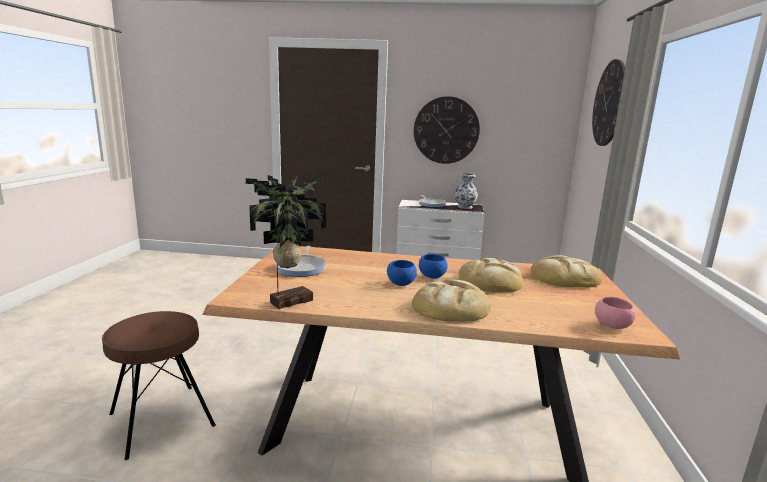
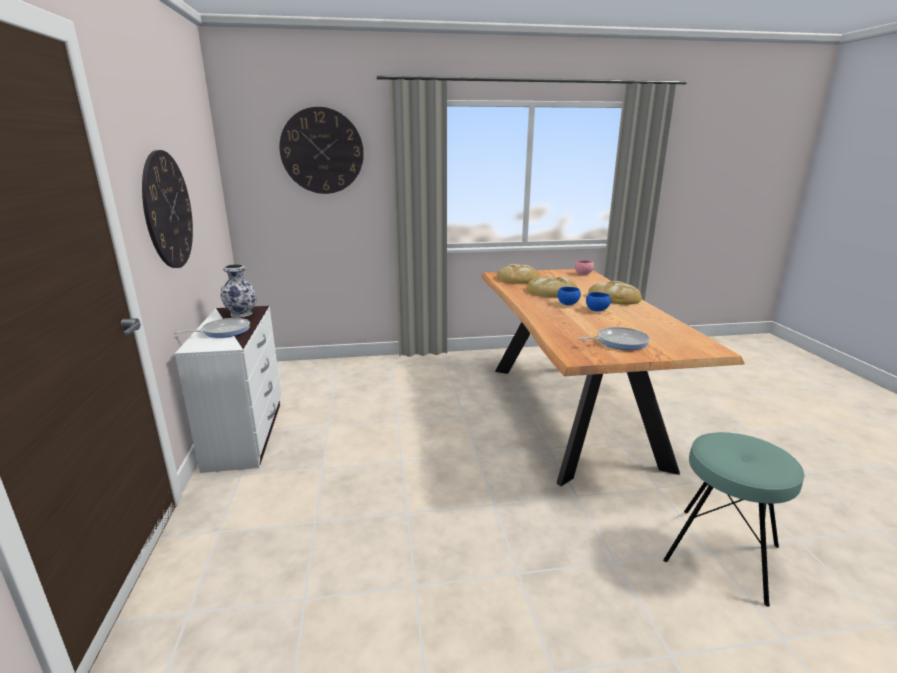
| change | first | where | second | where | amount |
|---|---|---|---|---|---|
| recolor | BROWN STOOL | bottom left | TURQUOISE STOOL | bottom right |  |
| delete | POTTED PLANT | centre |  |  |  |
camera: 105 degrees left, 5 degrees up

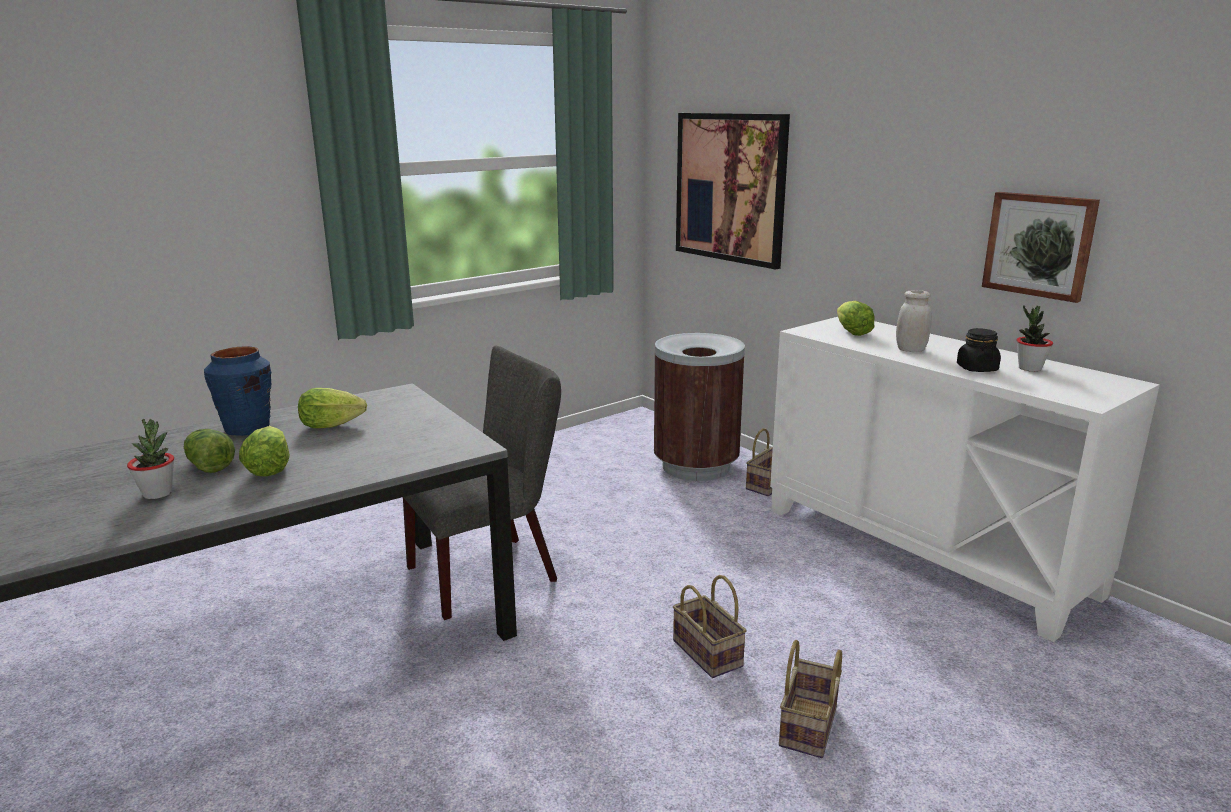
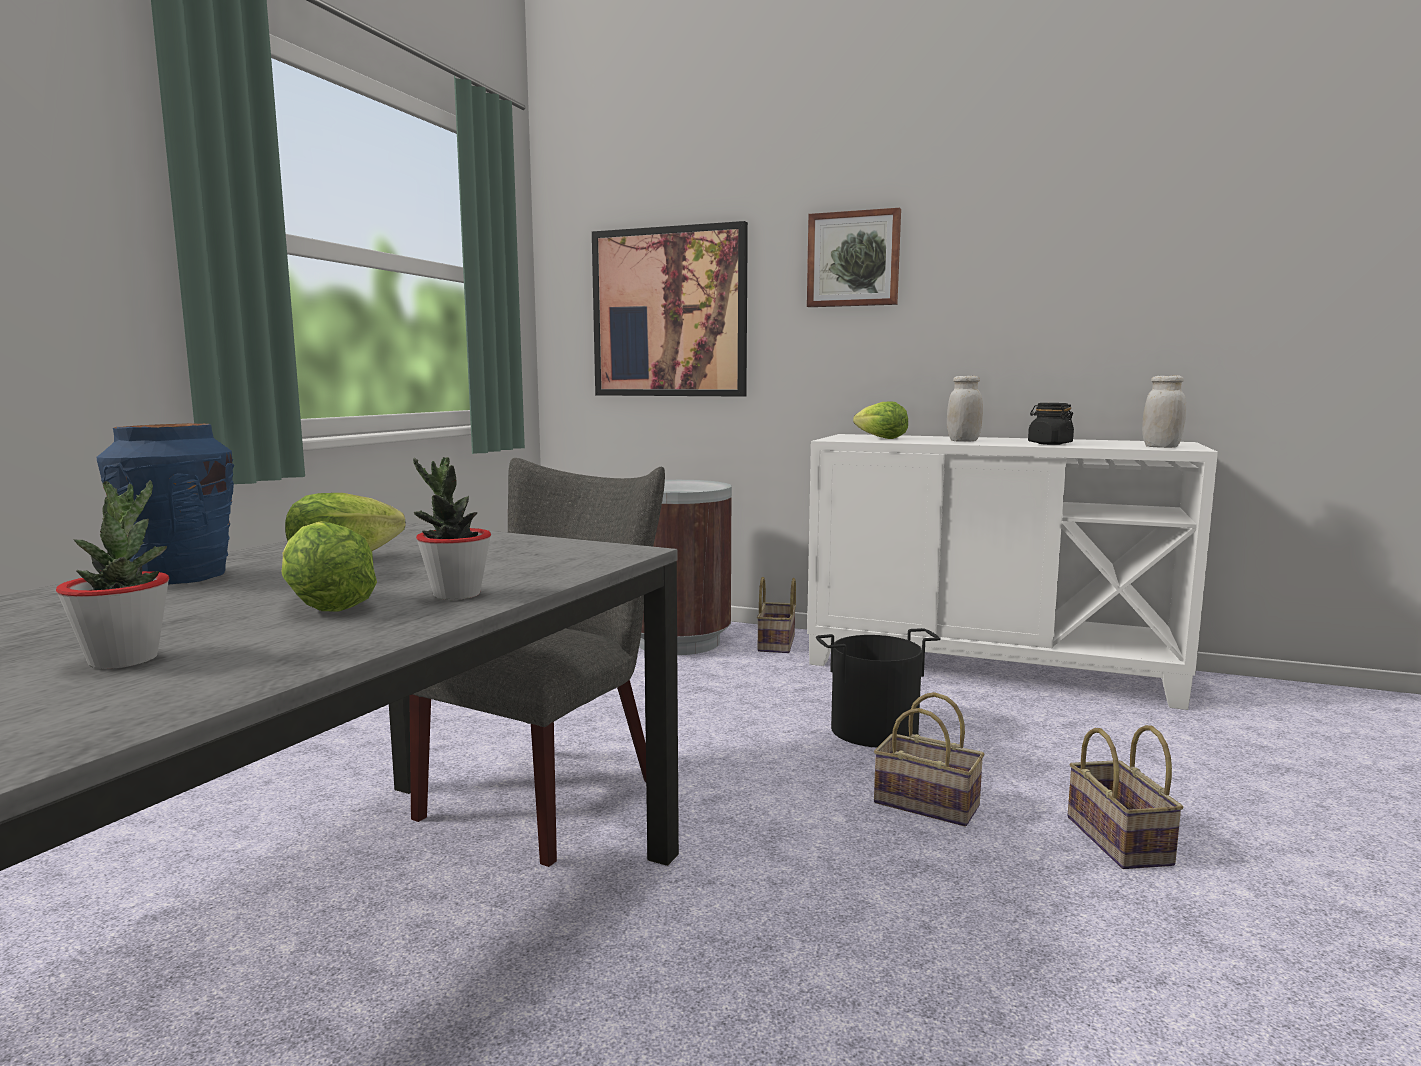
| change | first | where | second | where | amount |
|---|---|---|---|---|---|
| delete | LETTUCE (1st from left) | middle left |  |  |  |
| move | PICTURE (2nd from left) | top right |  | top centre |  |
| move | POTTED PLANT (2nd from left) | middle right |  | middle left |  |
| insert |  |  | BLACK BUCKET | centre |  |
| insert |  |  | WHITE JAR (2nd from left) | middle right |  |
camera: 30 degrees left, 10 degrees down

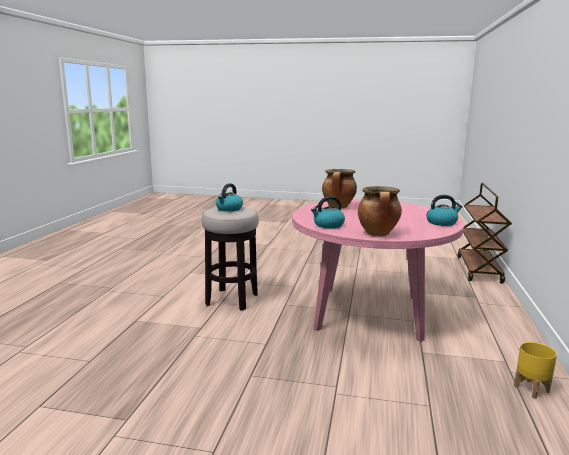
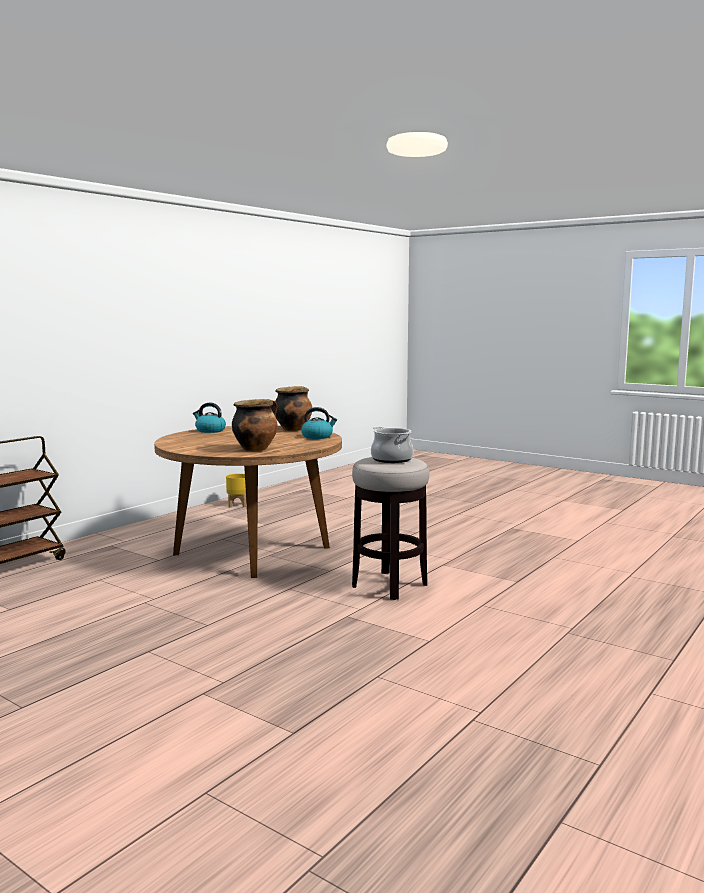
| change | first | where | second | where | amount |
|---|---|---|---|---|---|
| replace | KETTLE (1st from left) | centre | COOKING POT (3rd from left) | centre |  |
| recolor | PINK DINING TABLE | centre | BROWN DINING TABLE | centre |  |
camera: 155 degrees left, 5 degrees down

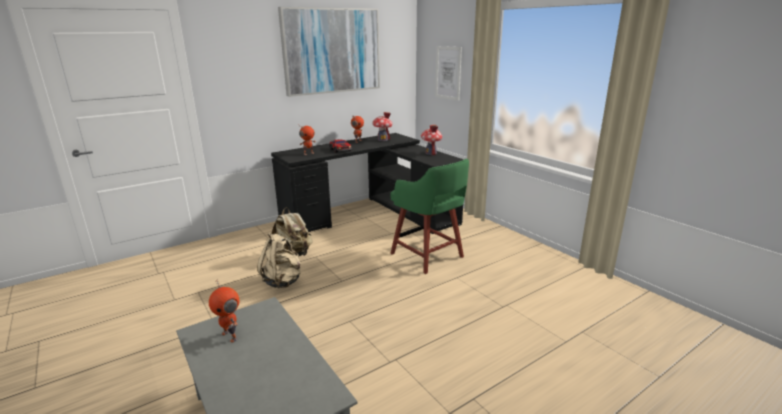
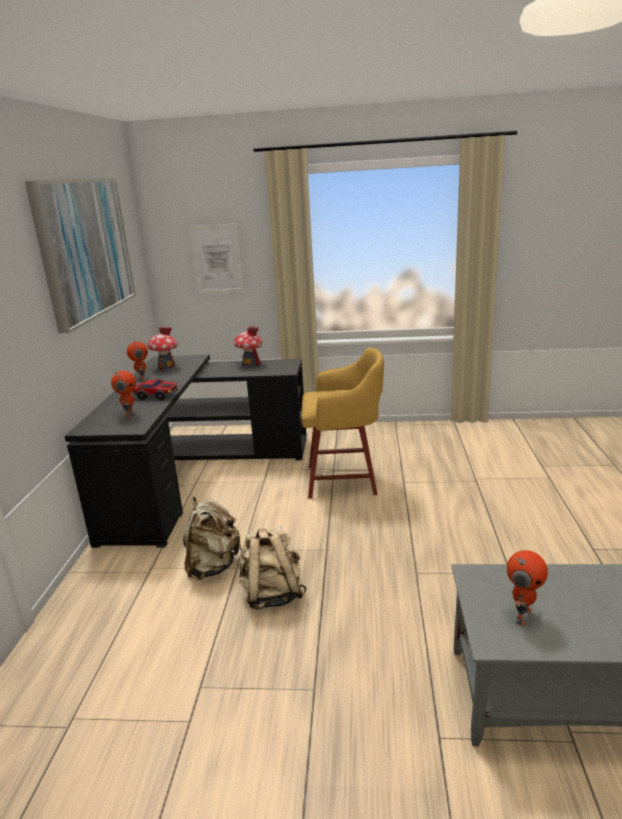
| change | first | where | second | where | amount |
|---|---|---|---|---|---|
| rotate | TOY ROBOT (1st from left in the first image) | bottom left | TOY ROBOT (3rd from left) | bottom right | 45 degrees counterclockwise |
| recolor | GREEN STOOL | centre | YELLOW STOOL | centre |  |
camera: 50 degrees left, 0 degrees up

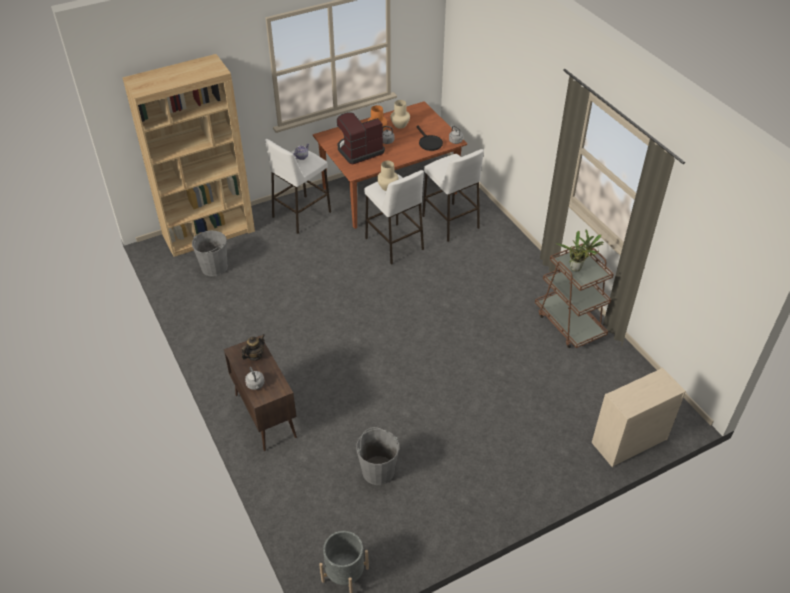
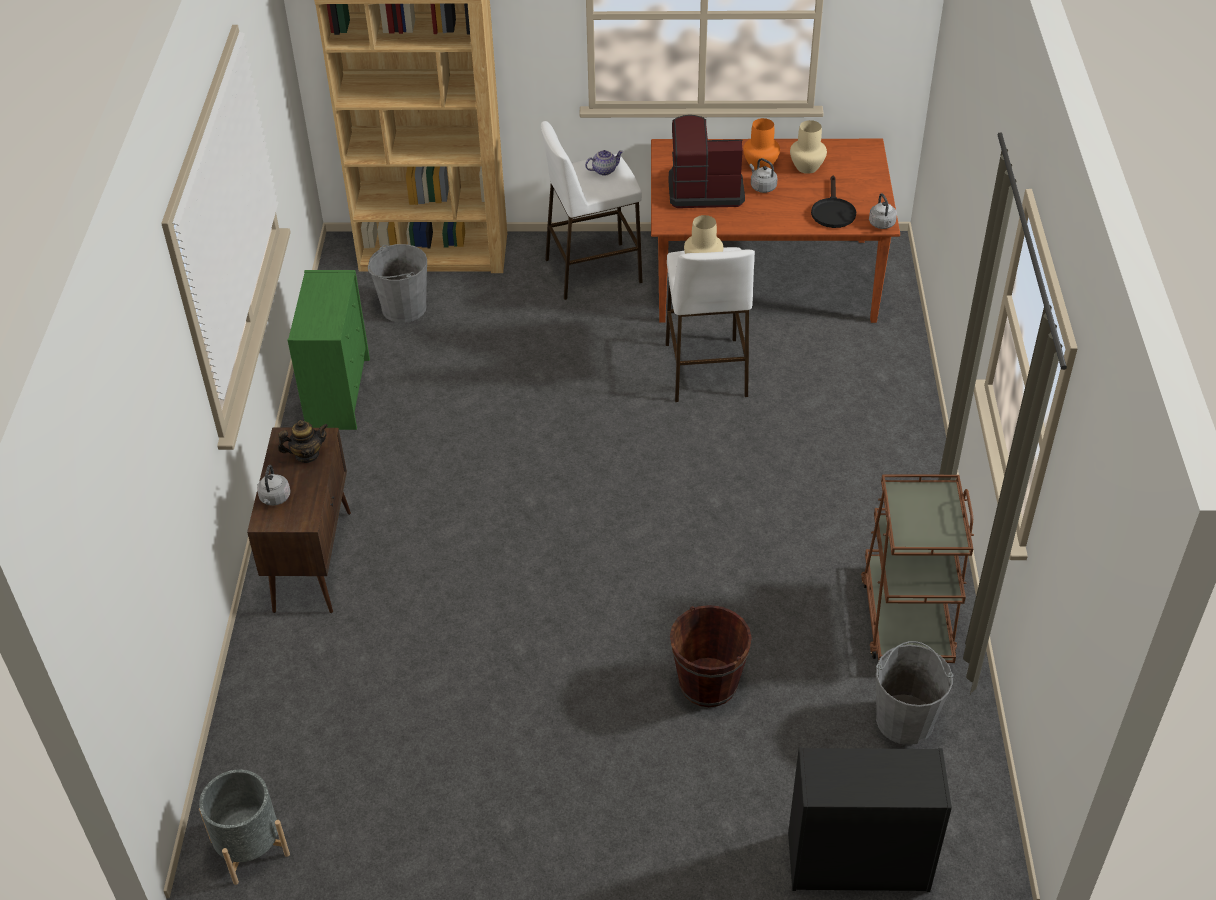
| change | first | where | second | where | amount |
|---|---|---|---|---|---|
| move | GREY BUCKET (2nd from left) | bottom centre |  | bottom right |  |
| delete | WHITE STOOL (3rd from left) | top centre |  |  |  |
| delete | POTTED PLANT | middle right |  |  |  |
| recolor | BEIGE DRESSER | bottom right | BLACK DRESSER | bottom right |  |
| insert |  |  | GREEN DRESSER | middle left |  |
| insert |  |  | BROWN BUCKET | bottom centre |  |
camera: 30 degrees right, 0 degrees up

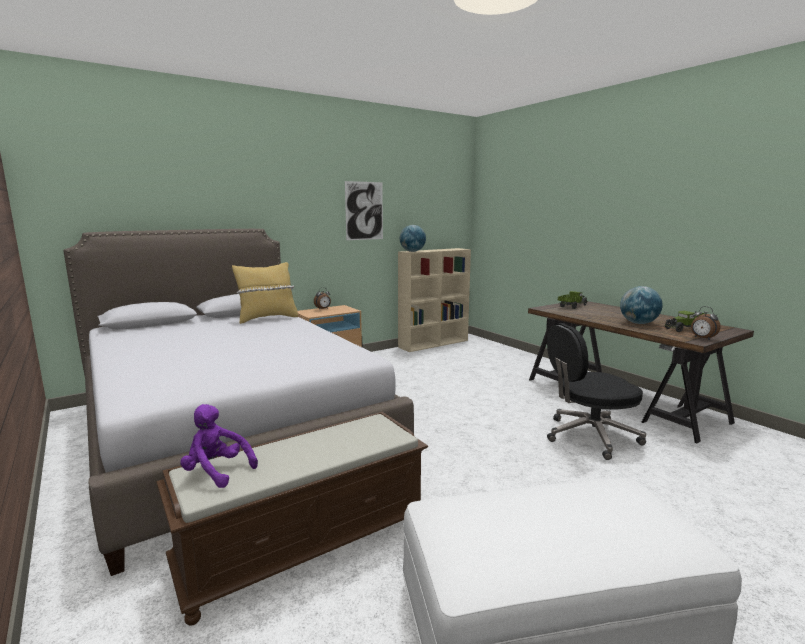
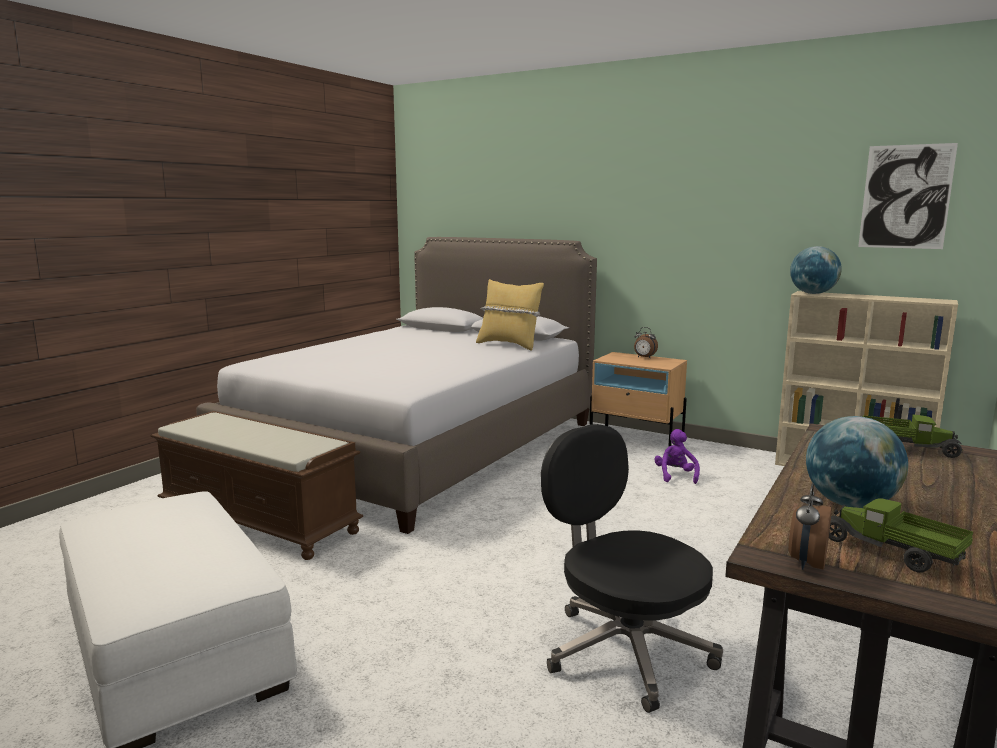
| change | first | where | second | where | amount |
|---|---|---|---|---|---|
| move | PURPLE PLUSH TOY | bottom left |  | middle right |  |
| move | PICTURE | top centre |  | top right |  |
camera: 65 degrees right, 0 degrees up

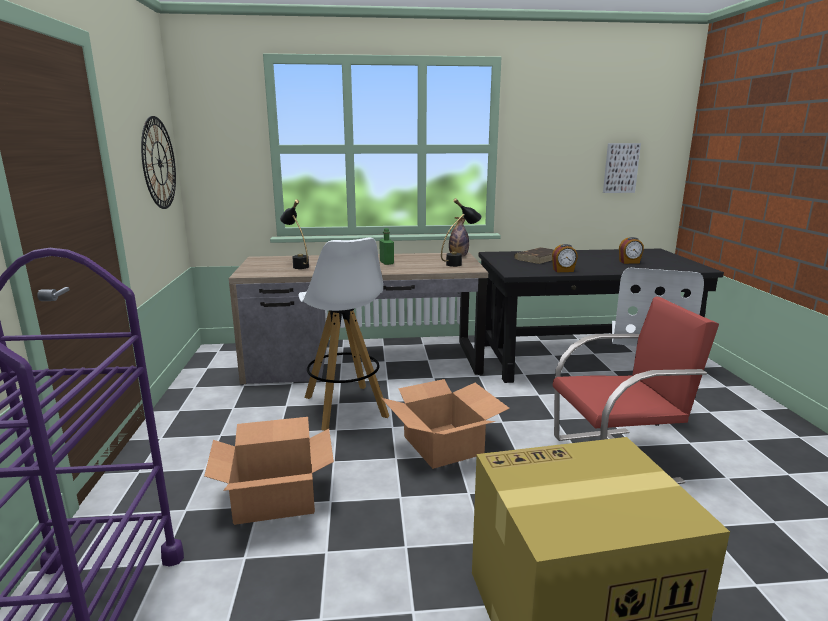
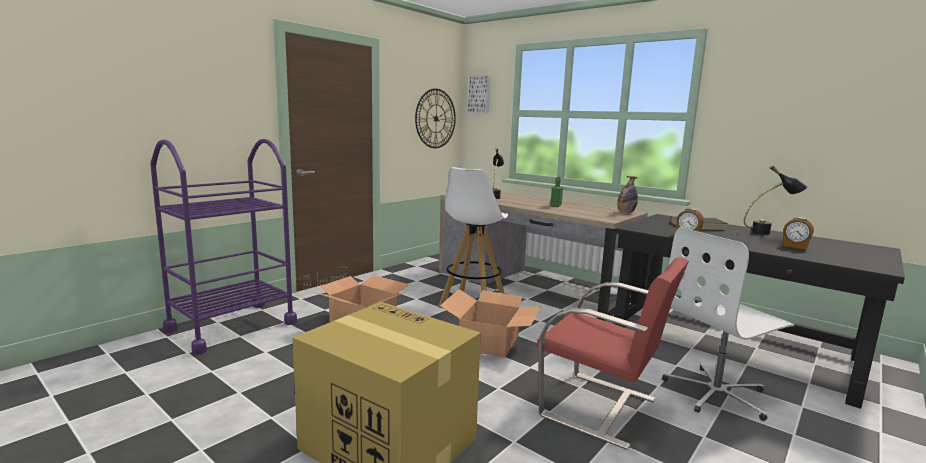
| change | first | where | second | where | amount |
|---|---|---|---|---|---|
| move | BLACK TABLE LAMP (2nd from left) | centre |  | middle right |  |
| move | PICTURE | top right |  | top centre |  |
camera: 45 degrees right, 5 degrees down

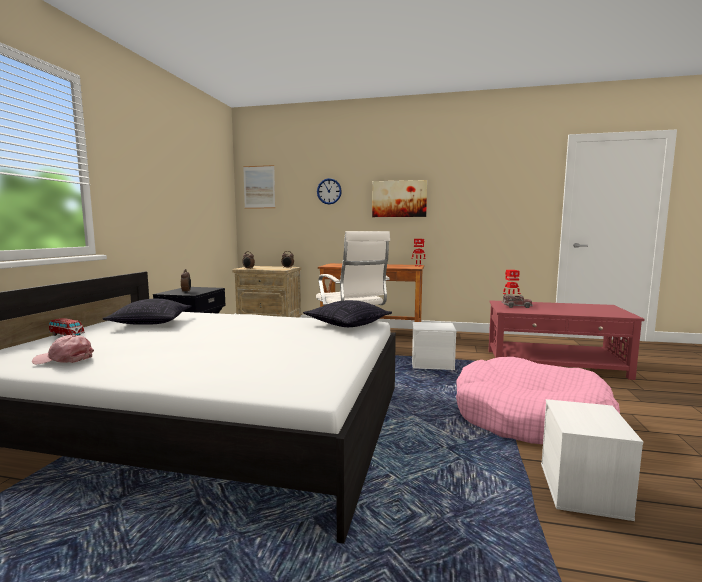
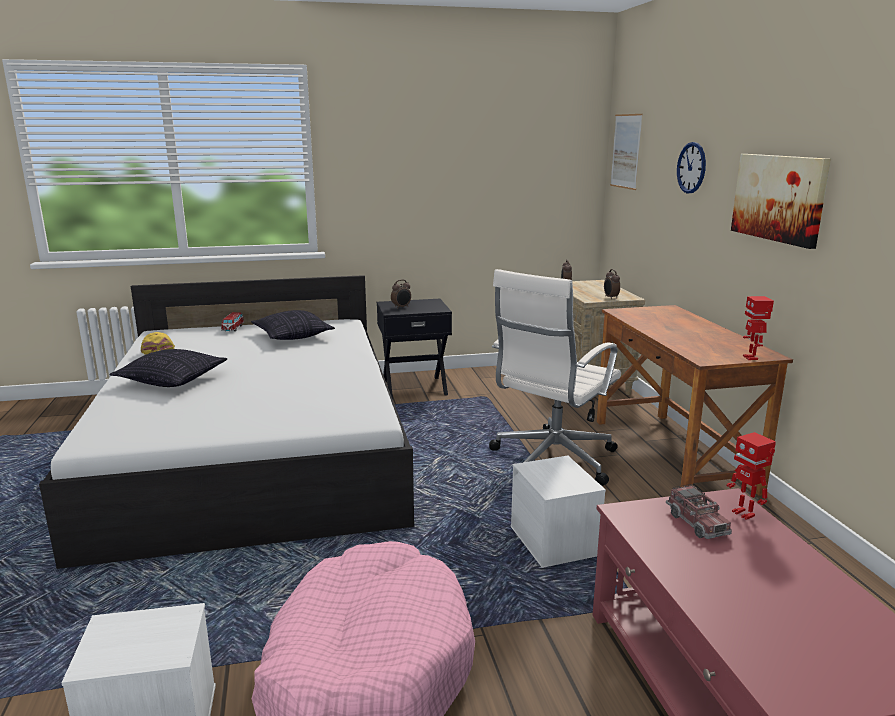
| change | first | where | second | where | amount |
|---|---|---|---|---|---|
| recolor | PINK CAP | middle left | YELLOW CAP | middle left |  |
| move | PILLOW (2nd from left in the first image) | centre | PILLOW (1st from left) | middle left |  |
camera: 65 degrees right, 10 degrees up

